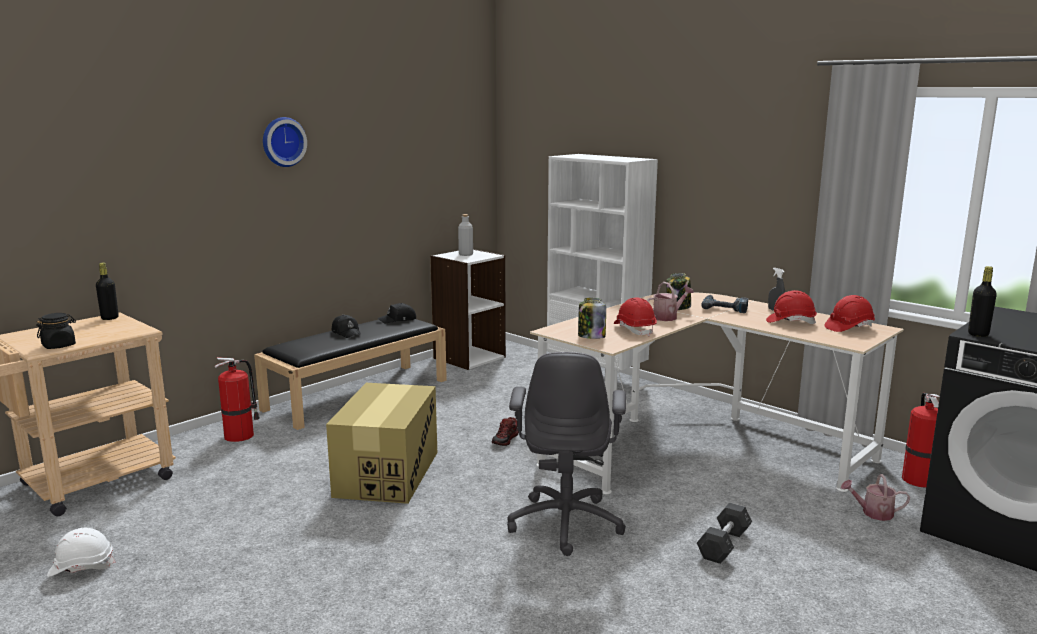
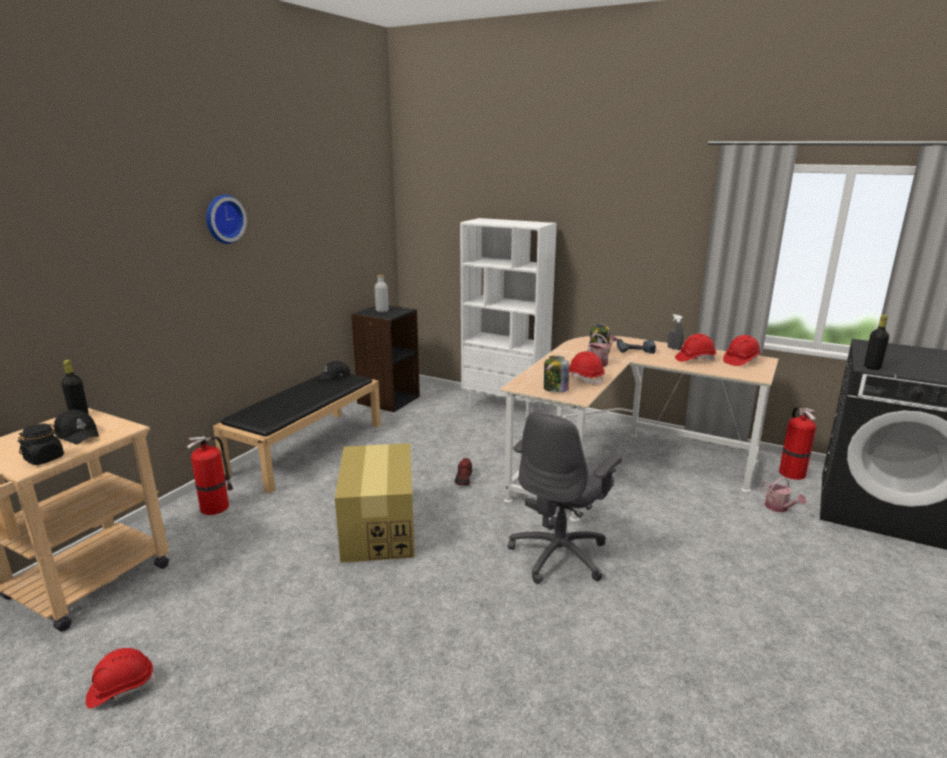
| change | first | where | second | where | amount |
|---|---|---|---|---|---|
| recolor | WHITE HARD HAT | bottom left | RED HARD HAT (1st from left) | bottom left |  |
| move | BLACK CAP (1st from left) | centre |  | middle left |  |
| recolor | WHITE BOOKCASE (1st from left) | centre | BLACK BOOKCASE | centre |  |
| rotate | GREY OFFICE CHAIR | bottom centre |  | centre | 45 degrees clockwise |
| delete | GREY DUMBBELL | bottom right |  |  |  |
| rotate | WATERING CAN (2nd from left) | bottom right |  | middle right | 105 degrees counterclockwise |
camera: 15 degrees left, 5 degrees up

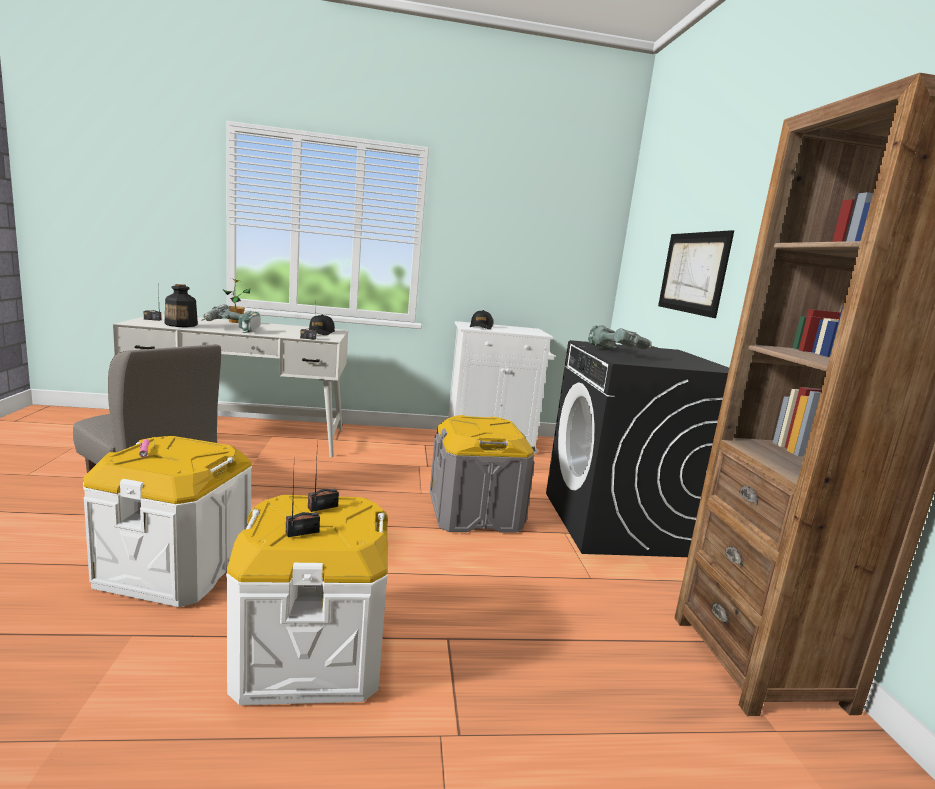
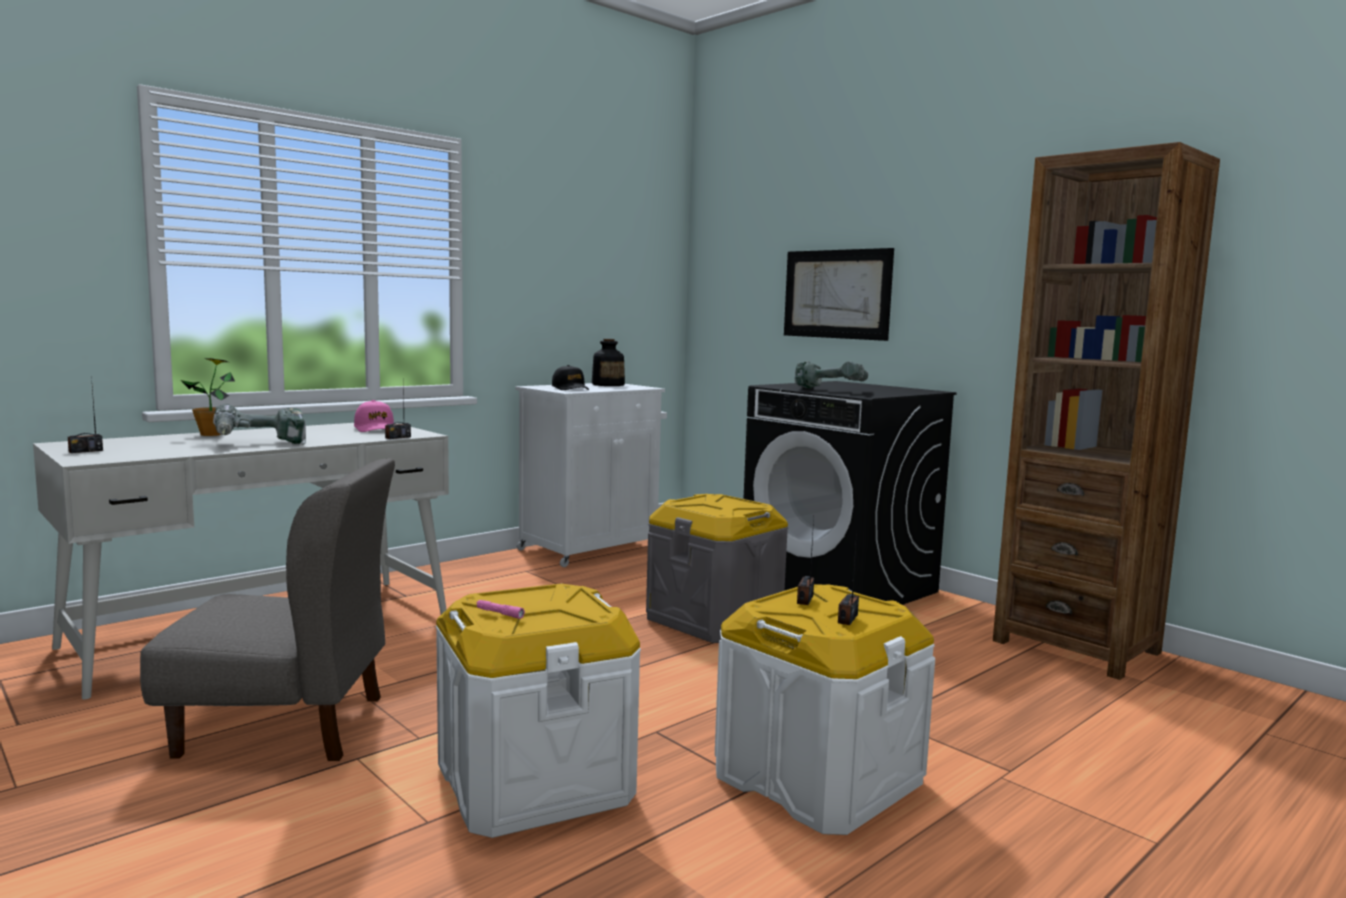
| change | first | where | second | where | amount |
|---|---|---|---|---|---|
| move | BOTTLE | middle left |  | centre |  |
| recolor | BLACK CAP (1st from left) | centre | PINK CAP | middle left |  |
camera: 35 degrees left, 5 degrees down

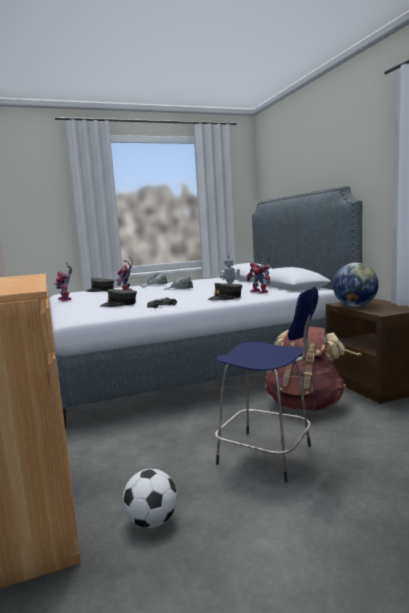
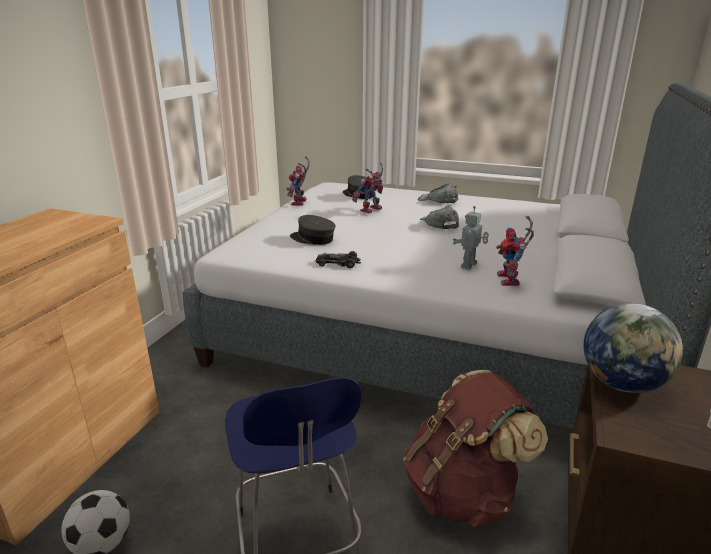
| change | first | where | second | where | amount |
|---|---|---|---|---|---|
| delete | GREY CAP (5th from left) | centre |  |  |  |
camera: 40 degrees right, 15 degrees up

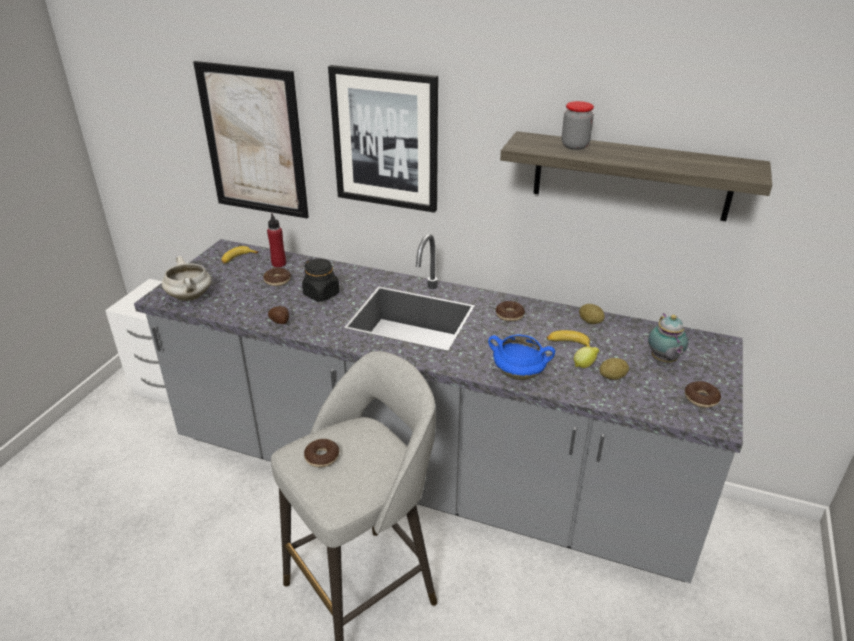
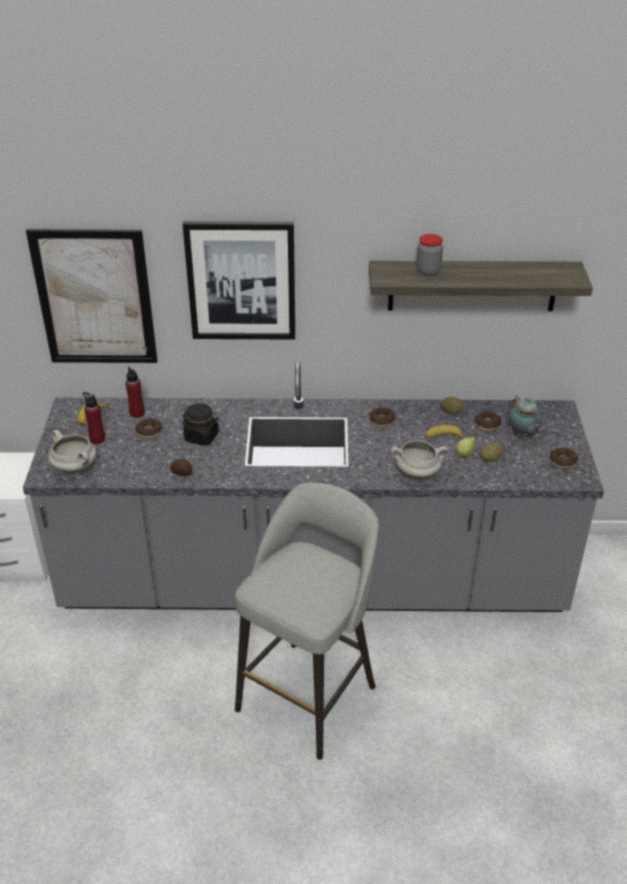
| change | first | where | second | where | amount |
|---|---|---|---|---|---|
| move | DONUT (2nd from left in the first image) | bottom centre | DONUT (3rd from left) | middle right |  |
| recolor | BLUE COOKING POT | centre | WHITE COOKING POT (2nd from left) | middle right |  |
| insert |  |  | RED BOTTLE (1st from left) | middle left |  |
camera: 20 degrees left, 5 degrees up

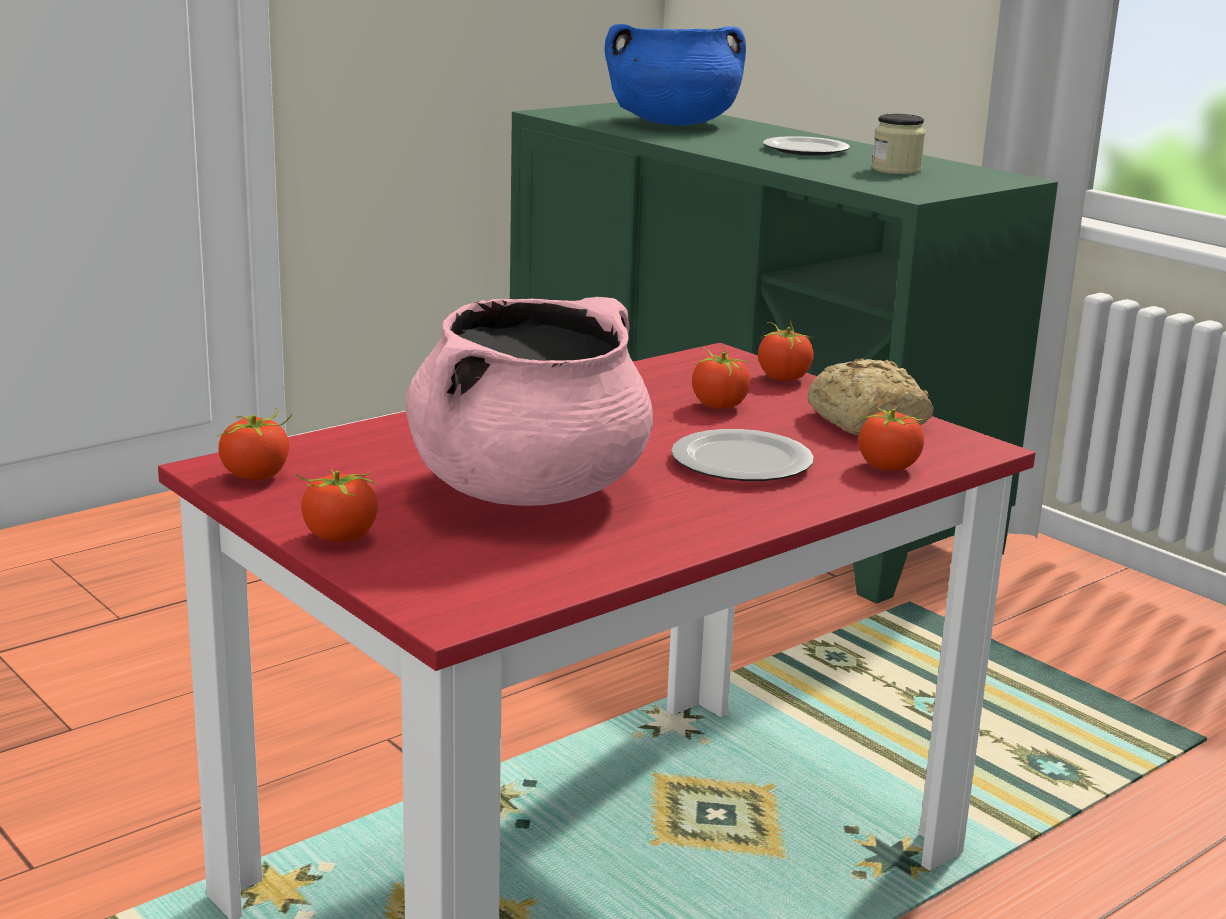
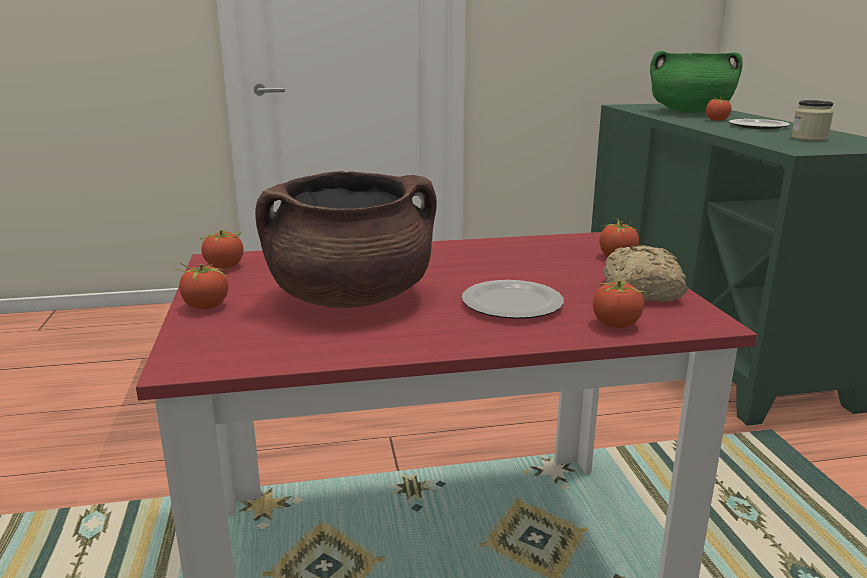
| change | first | where | second | where | amount |
|---|---|---|---|---|---|
| recolor | PINK COOKING POT | centre | BROWN COOKING POT | centre |  |
| recolor | BLUE COOKING POT | top centre | GREEN COOKING POT | top right |  |
| move | TOMATO (3rd from left in the first image) | centre | TOMATO (5th from left) | top right |  |
camera: 30 degrees right, 0 degrees up

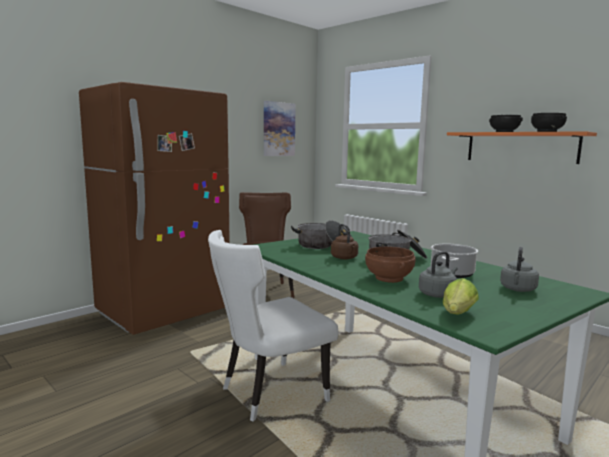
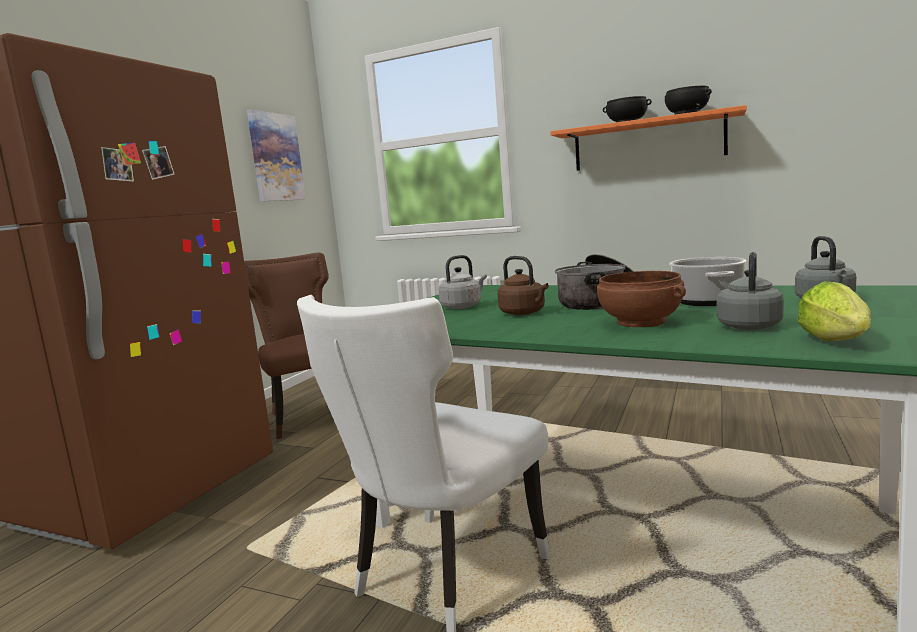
| change | first | where | second | where | amount |
|---|---|---|---|---|---|
| replace | COOKING POT (1st from left) | centre | GREY KETTLE (1st from left) | centre |  |
camera: 20 degrees left, 0 degrees up

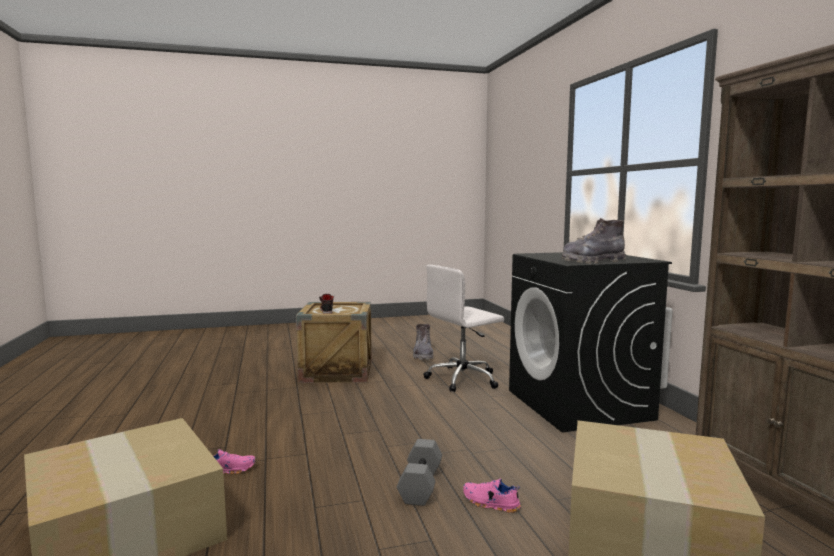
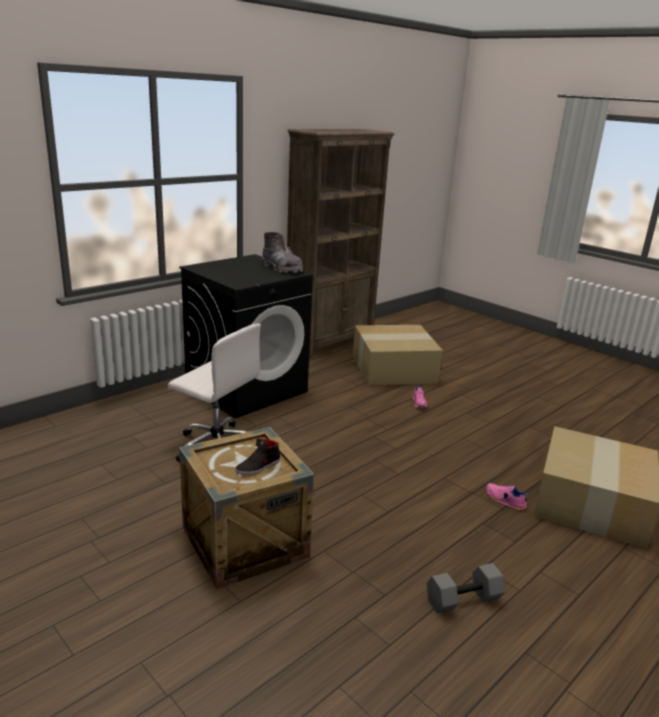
| change | first | where | second | where | amount |
|---|---|---|---|---|---|
| move | GREY DUMBBELL | bottom centre |  | bottom right |  |
| delete | GREY BOOT (1st from left) | centre |  |  |  |
camera: 120 degrees left, 15 degrees up

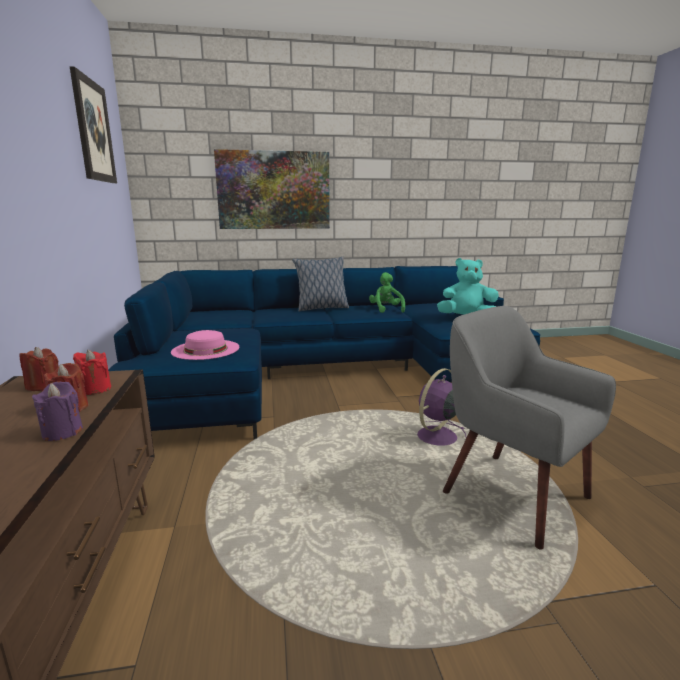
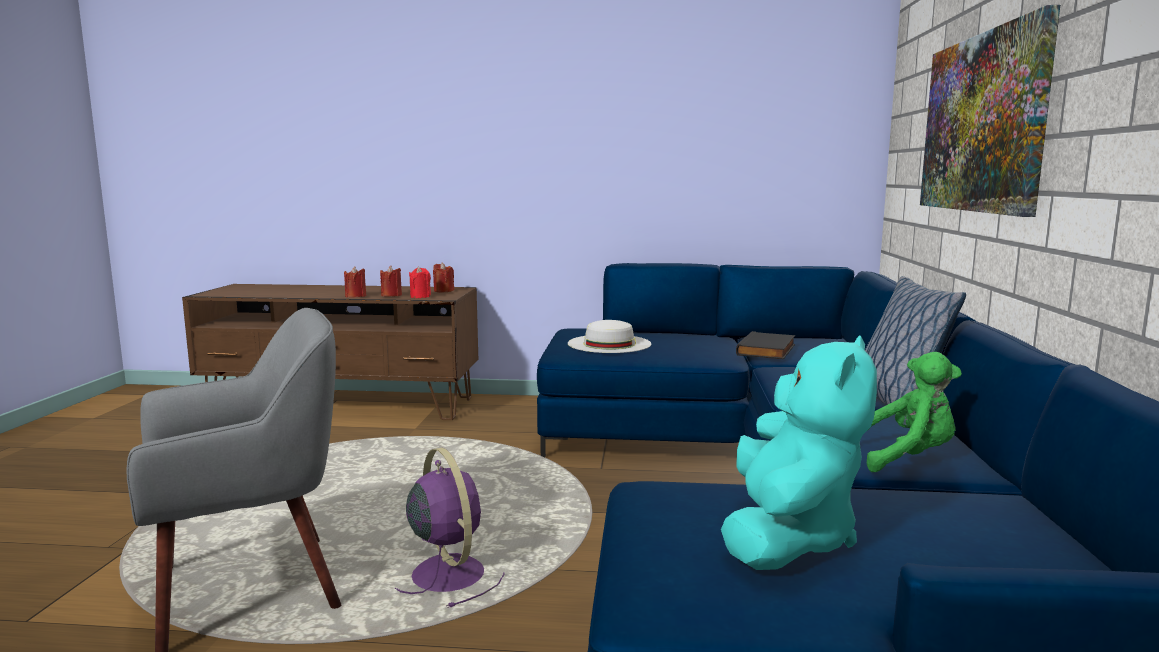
| change | first | where | second | where | amount |
|---|---|---|---|---|---|
| recolor | PURPLE CANDLE | middle left | RED CANDLE (1st from left) | middle left |  |
| delete | PICTURE (1st from left) | top left |  |  |  |
| recolor | PINK HAT | middle left | WHITE HAT | centre |  |
| insert |  |  | BLACK BOOK | centre |  |
camera: 105 degrees right, 5 degrees down

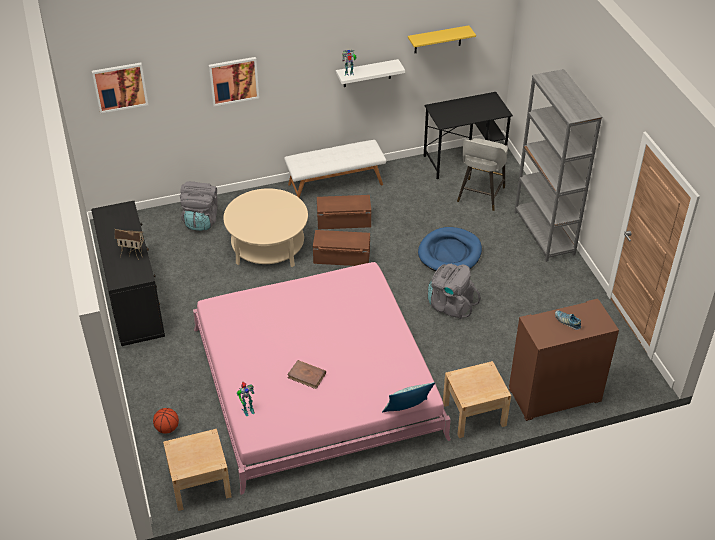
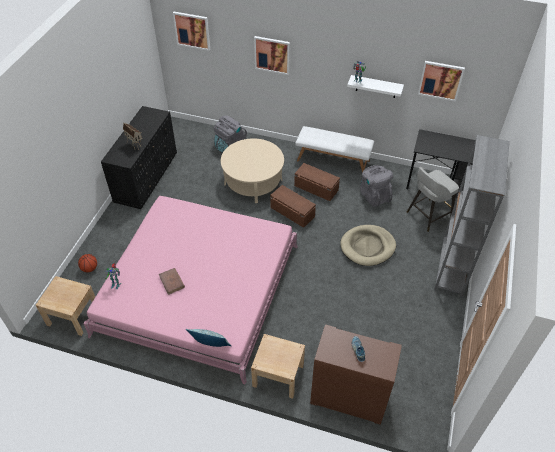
| change | first | where | second | where | amount |
|---|---|---|---|---|---|
| replace | YELLOW SHELF | top centre | PICTURE (3rd from left) | top right |  |
| recolor | BLUE DOG BED | centre | BEIGE DOG BED | centre |  |
| move | GREY BACKPACK (2nd from left) | centre |  | middle right |  |
camera: 35 degrees right, 5 degrees up

